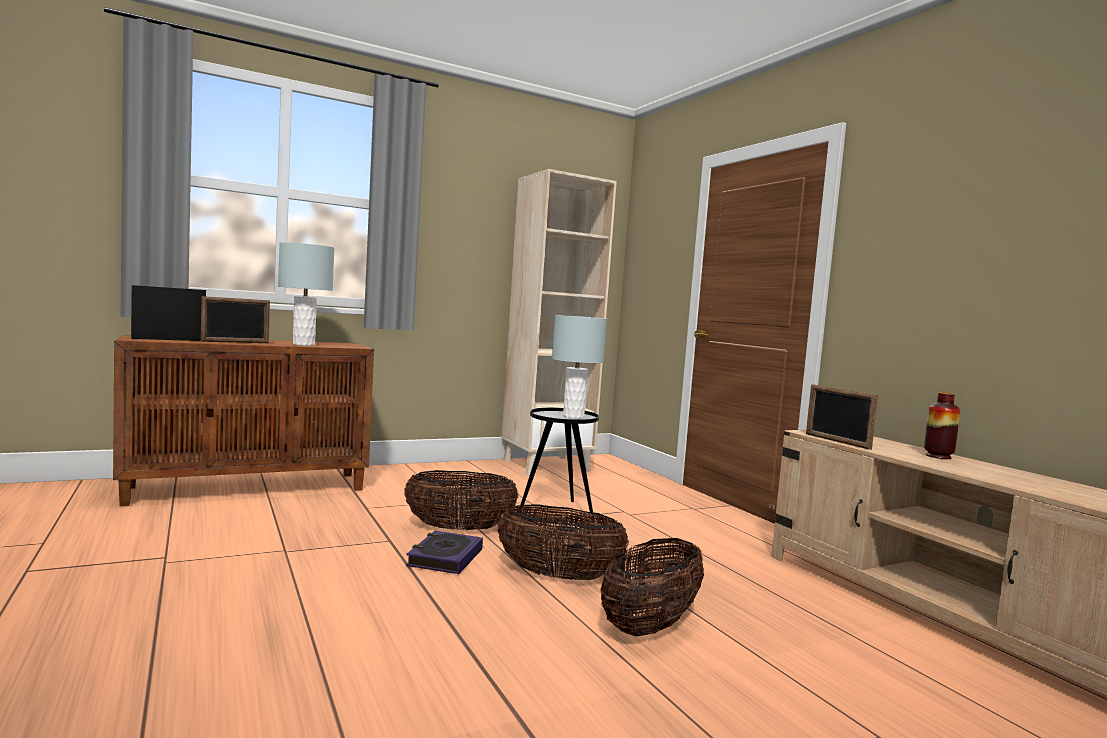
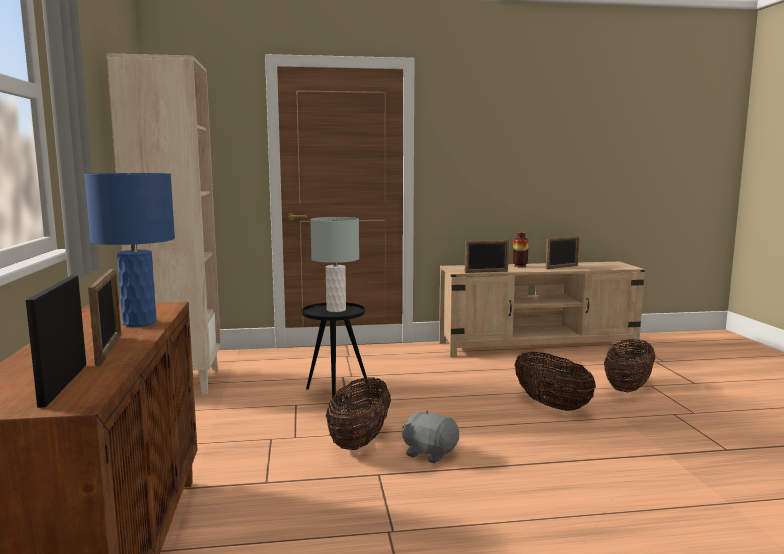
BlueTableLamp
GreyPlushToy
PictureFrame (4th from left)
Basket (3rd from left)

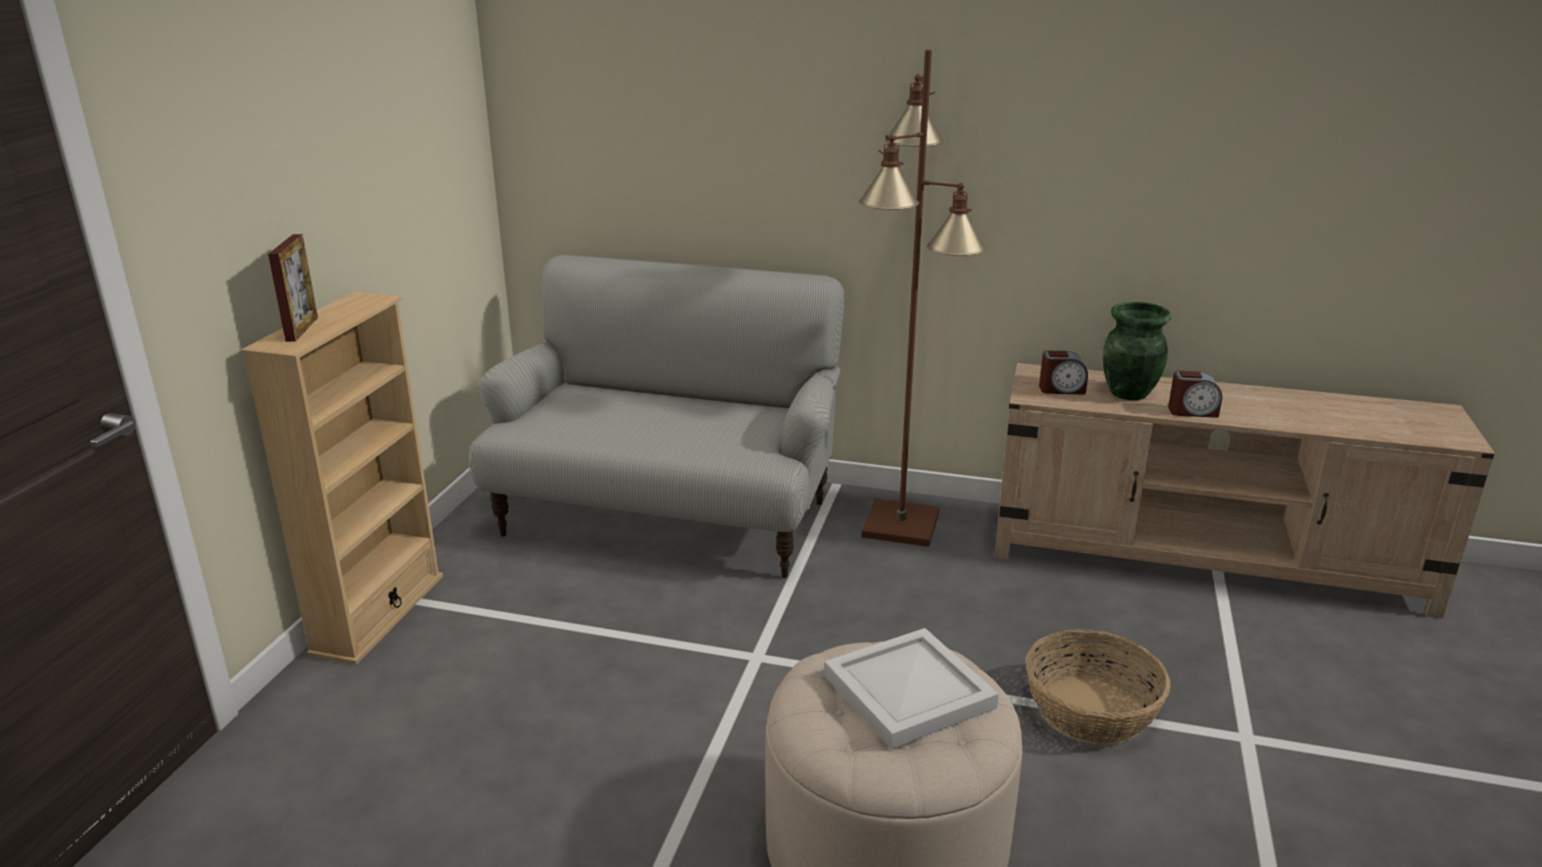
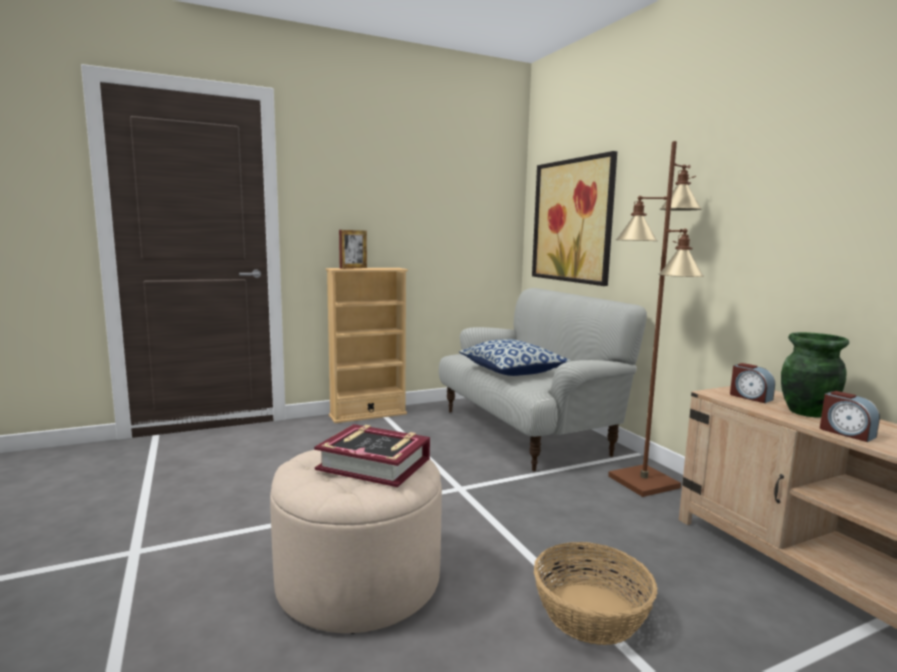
Book
Pillow
Picture

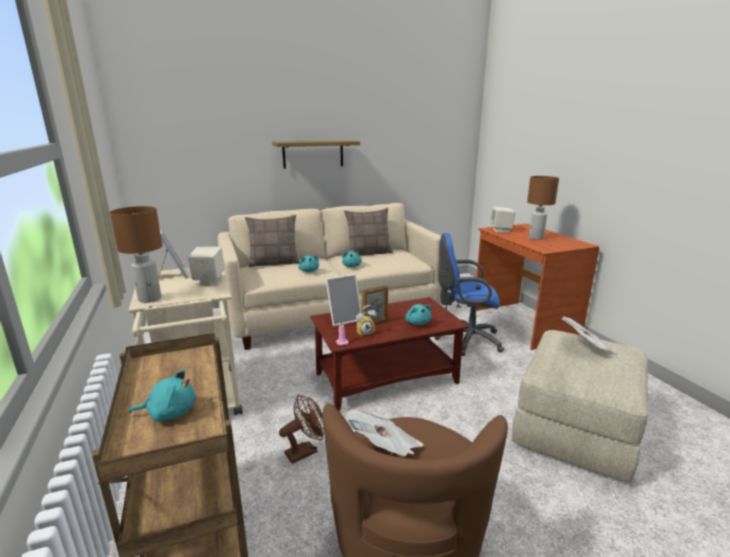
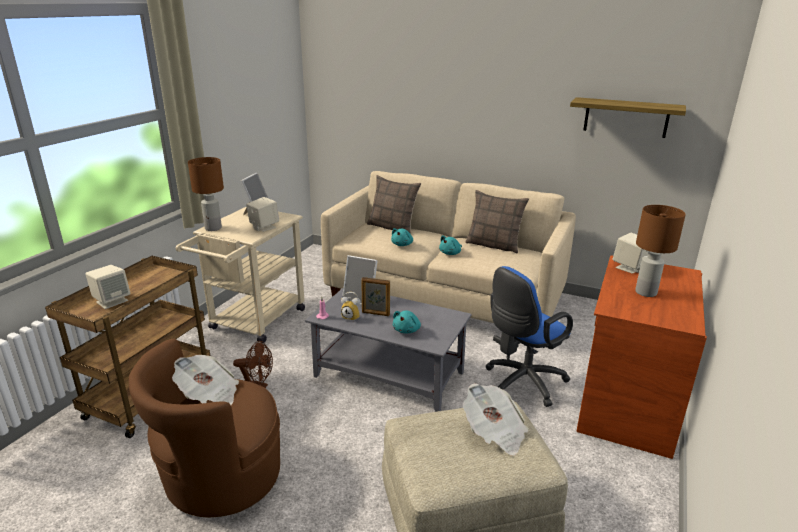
BeigeSpeaker (1st from left)
GreyCoffeeTable
BlueOfficeChair
Shelf

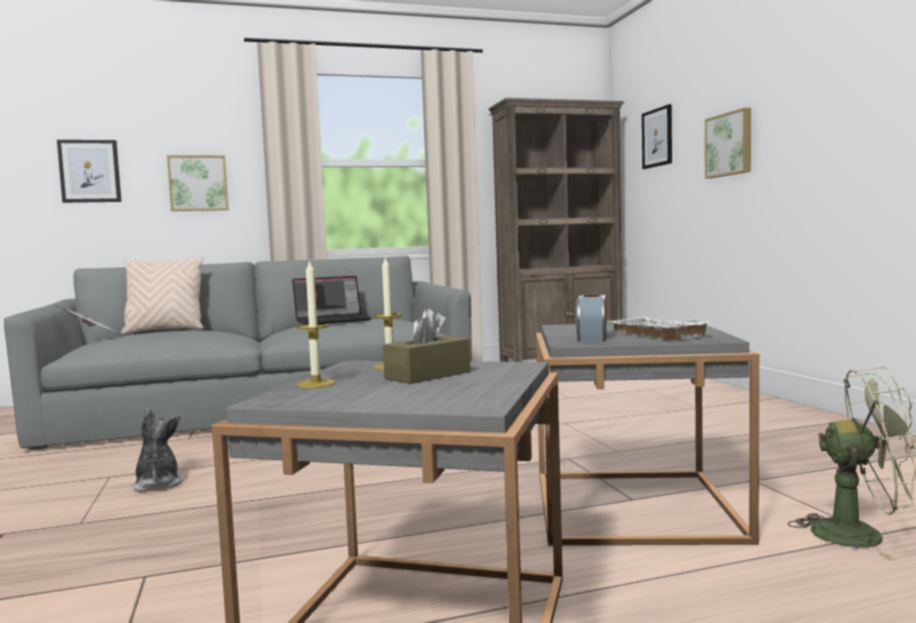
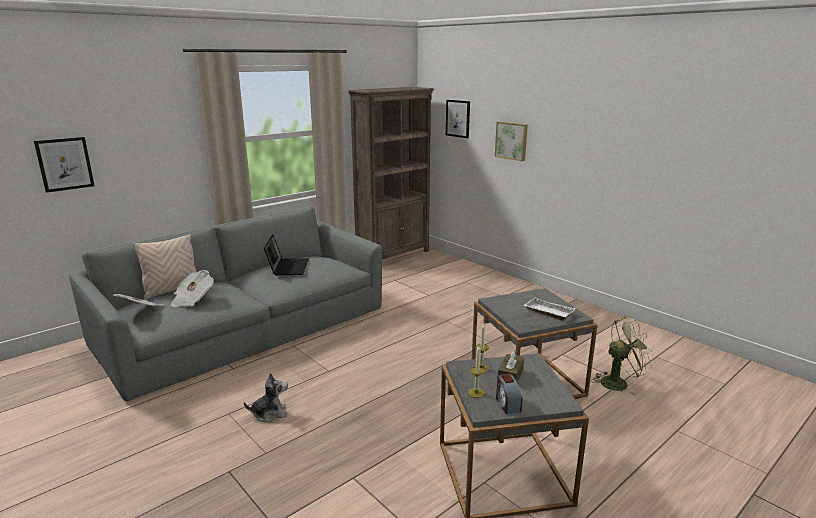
Newspaper (2nd from left)
PlushToy
Laptop
AlarmClock
Picture (2nd from left in the first image)

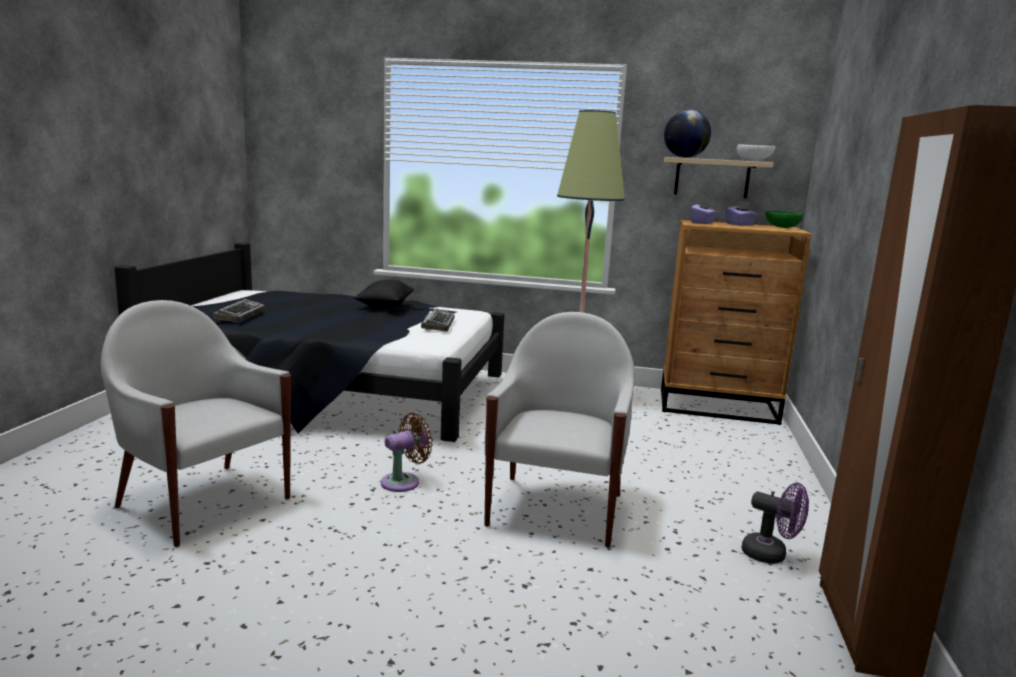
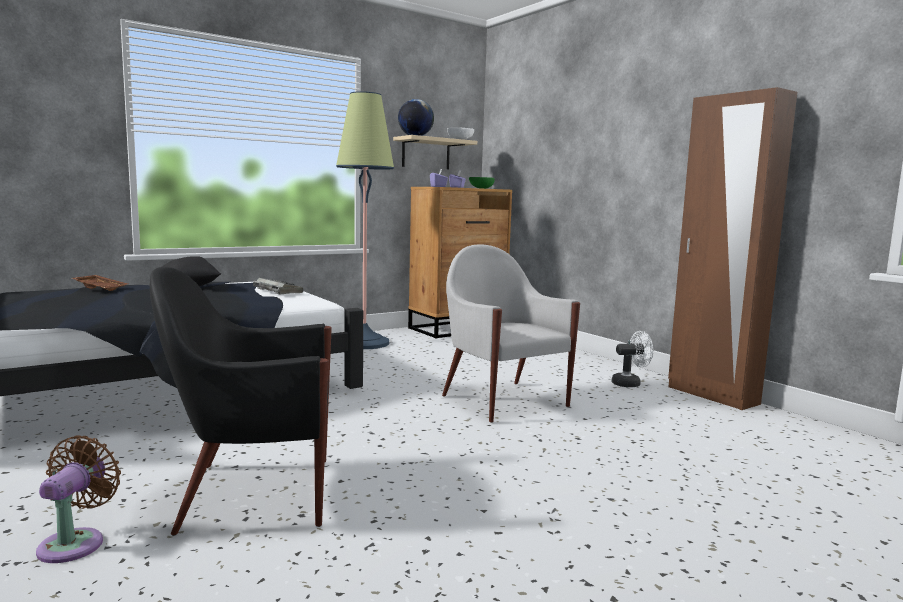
BrownFan
BrownTray
BlackArmchair
WhiteFan
Keyboard (1st from left in the first image)

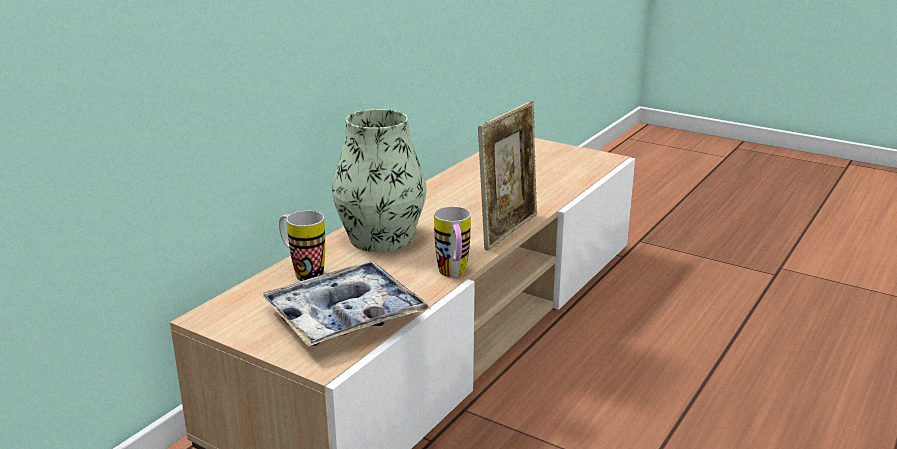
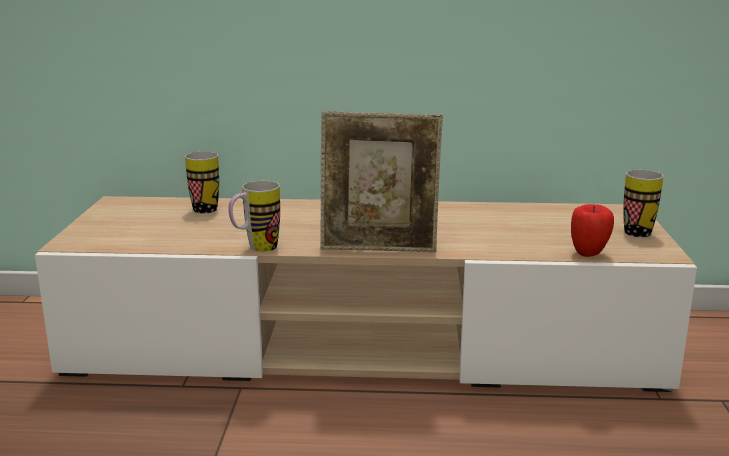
Apple
Mug (3rd from left)
Tray
Vase

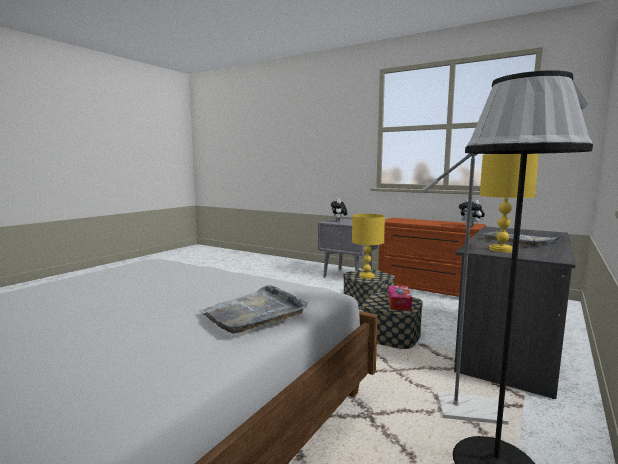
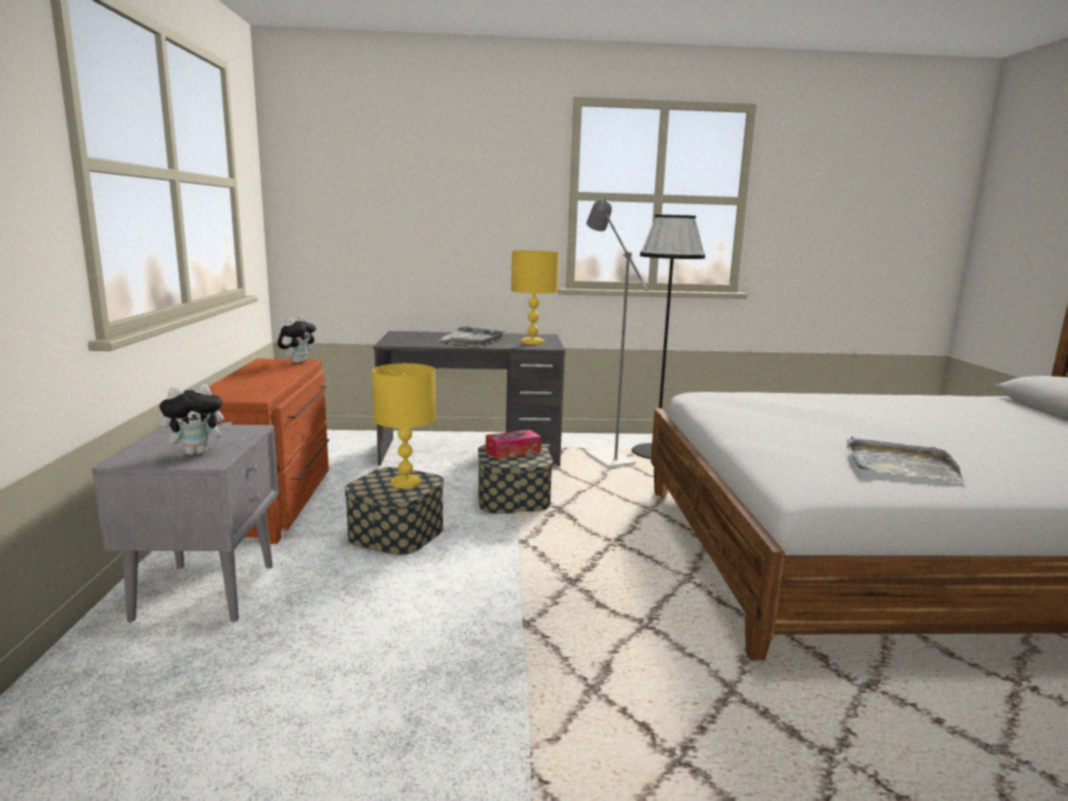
GreyTray (2nd from left)

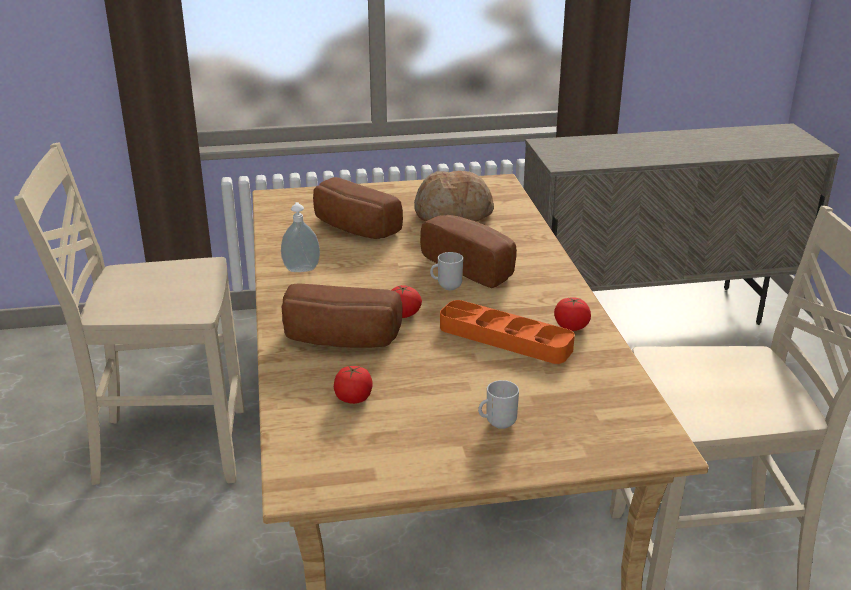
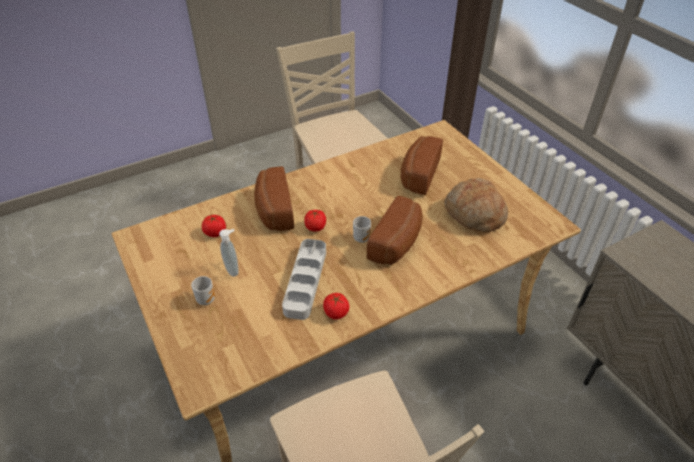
SoapDispenser
GreyTray

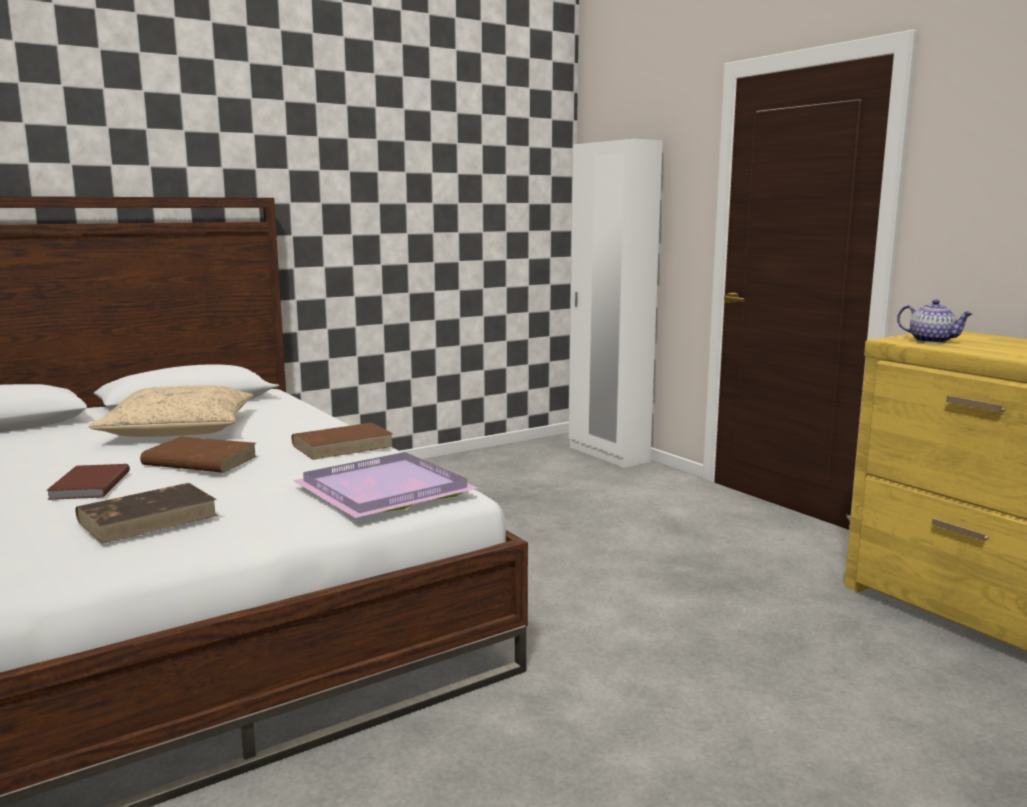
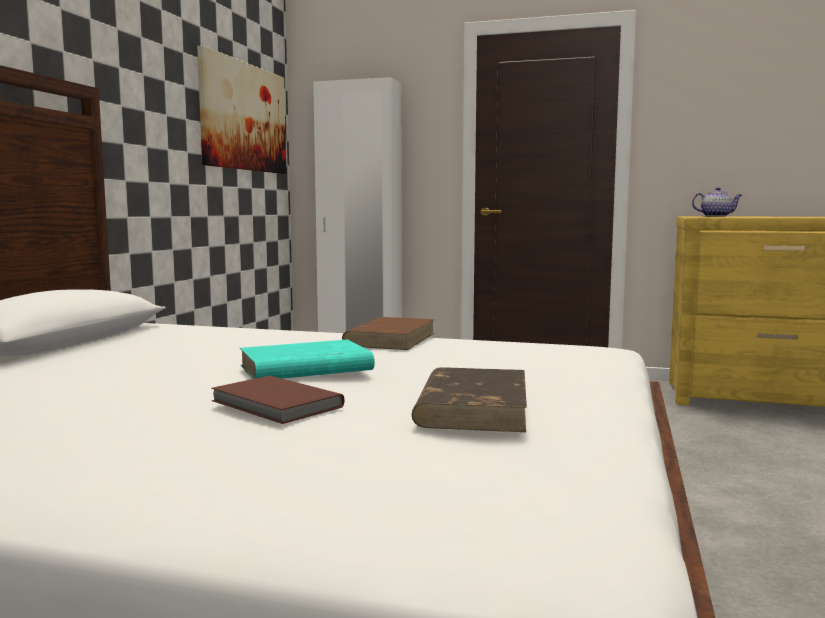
Picture
TurquoiseBook
BeigePillow
PurpleTray

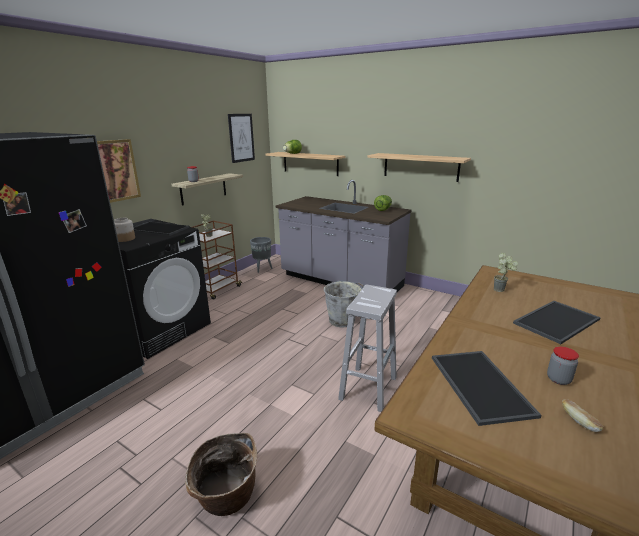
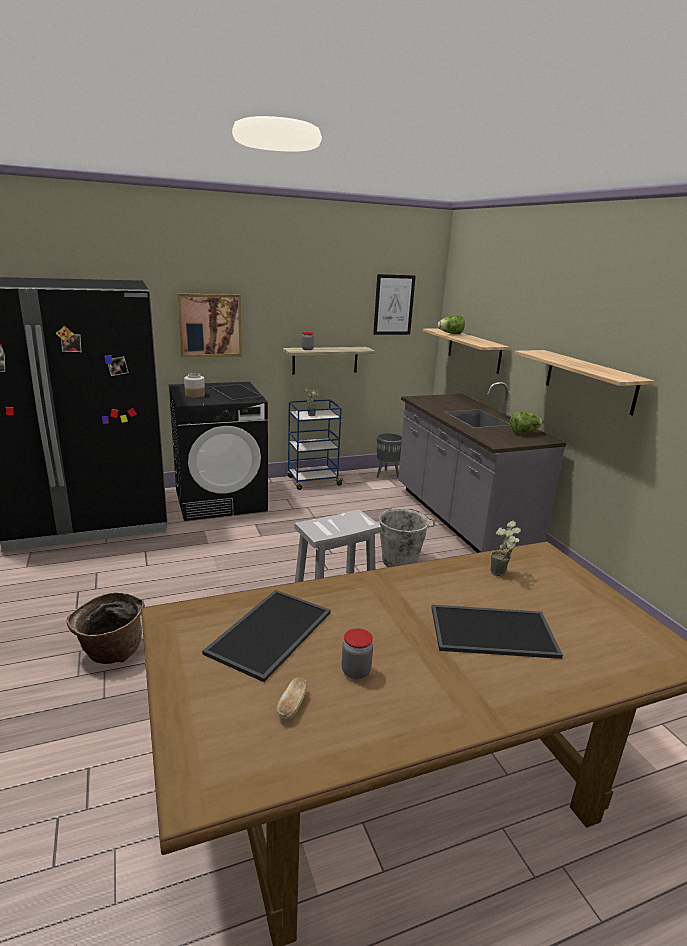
BlueCart

